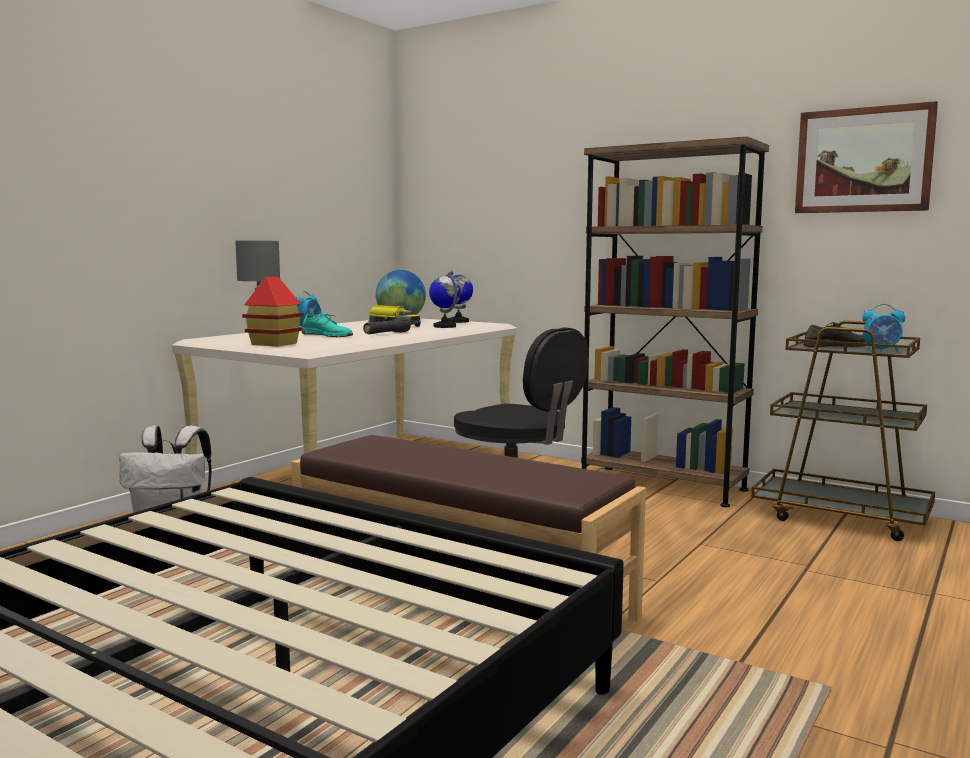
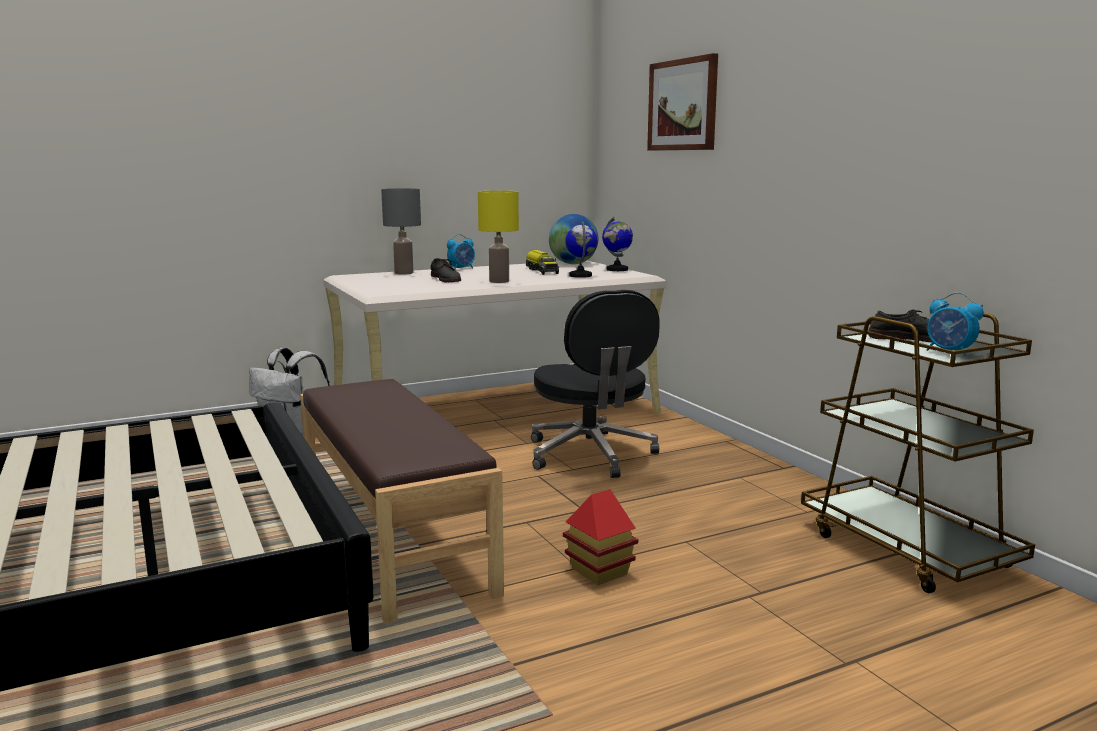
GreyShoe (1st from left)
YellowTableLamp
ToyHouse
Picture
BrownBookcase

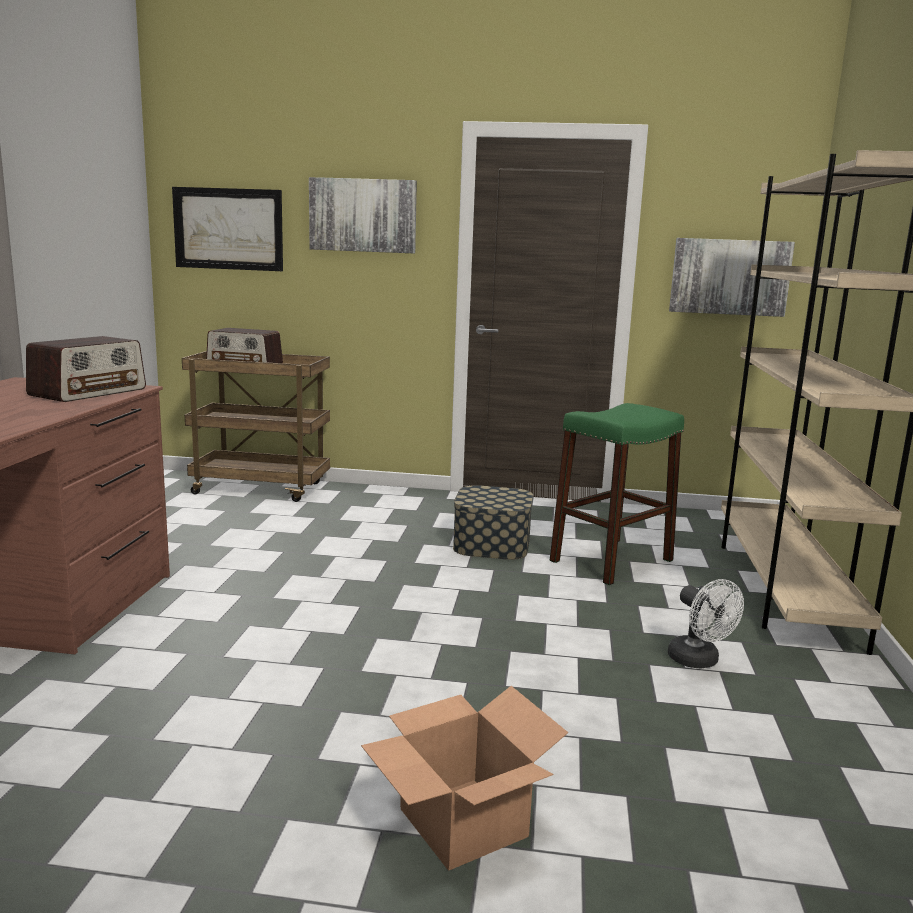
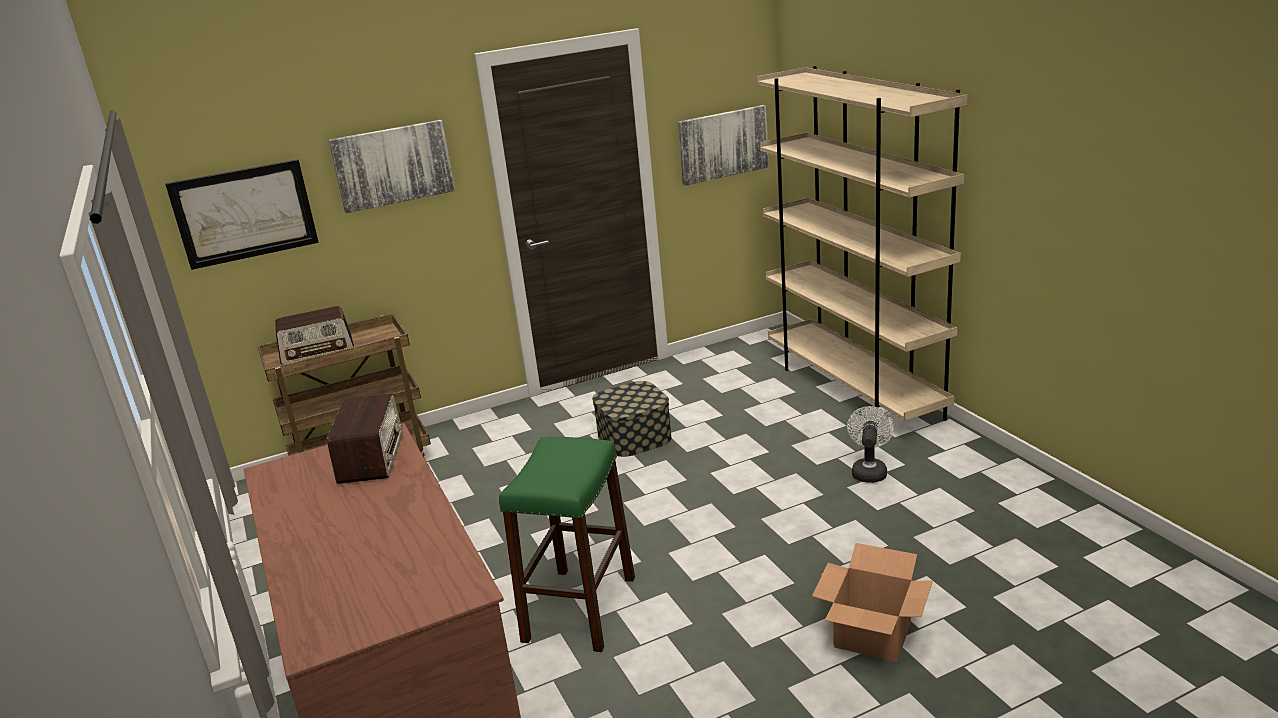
GreenStool
WhiteFan

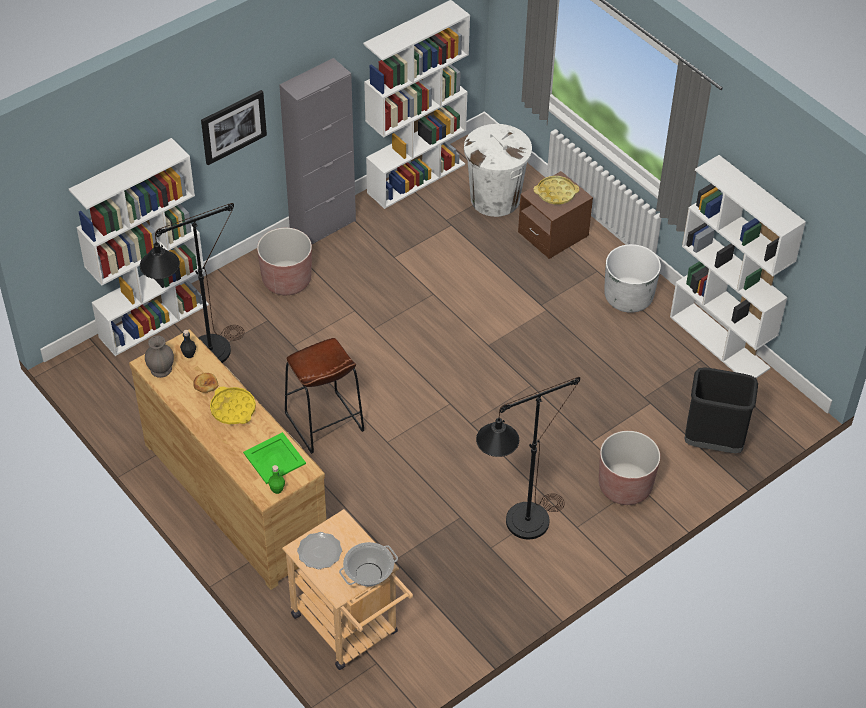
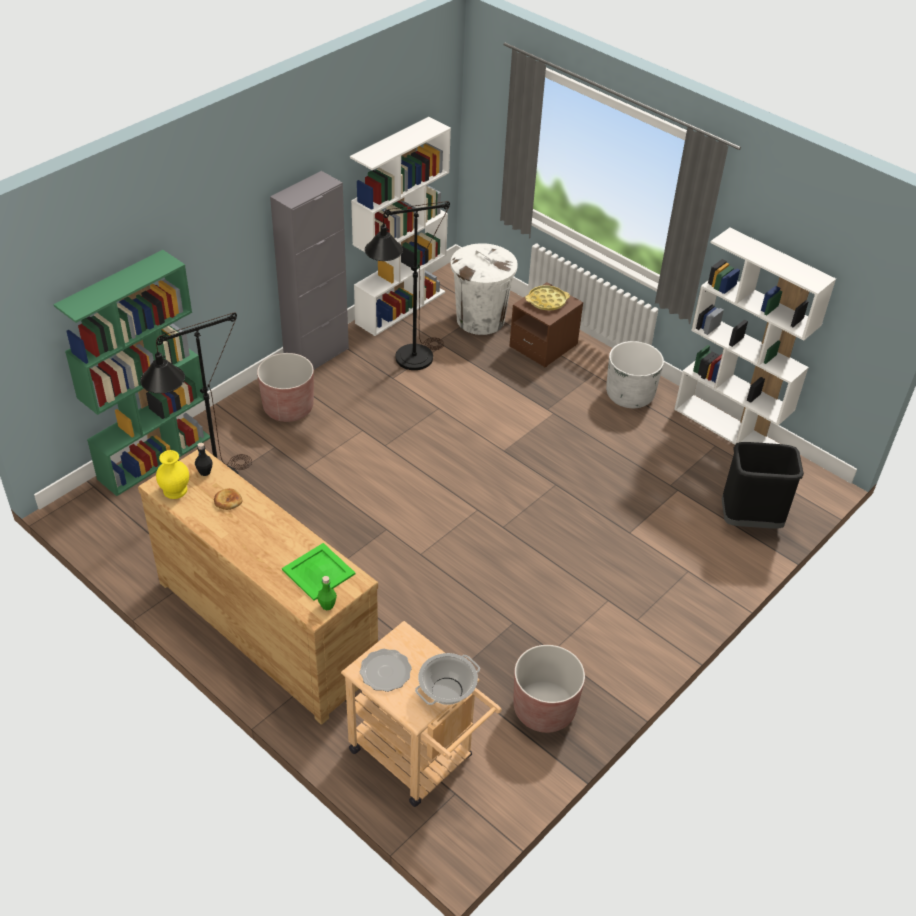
GreenBookcase
YellowVase
BlackFloorLamp (2nd from left)
BrownPlanter (2nd from left)
Picture
YellowTray (1st from left in the first image)
BrownStool

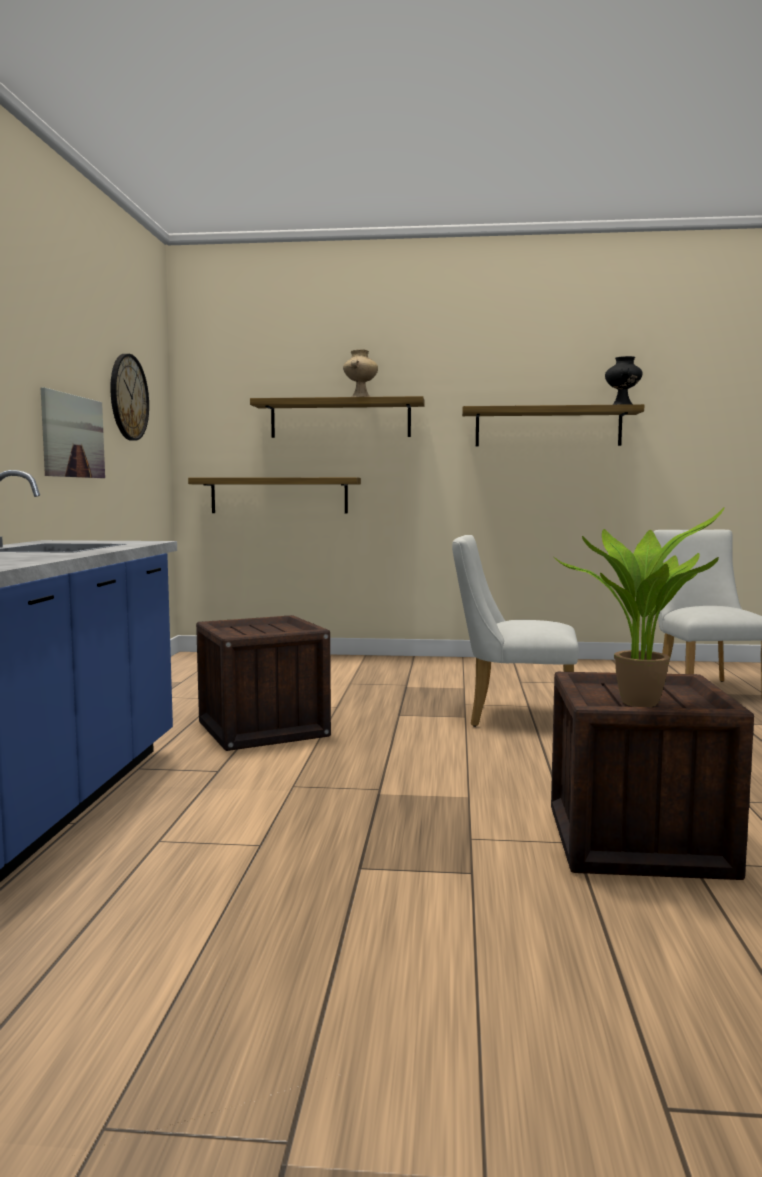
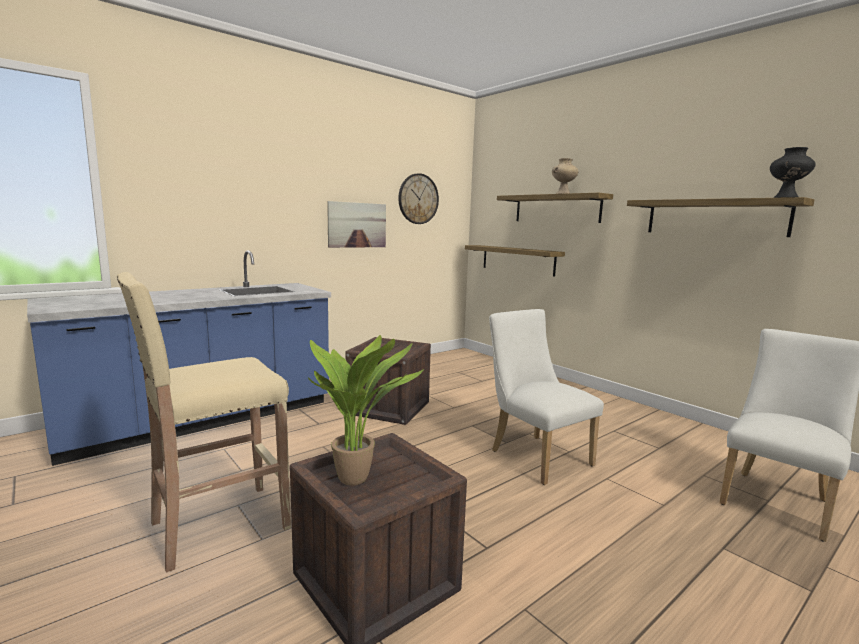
BeigeStool

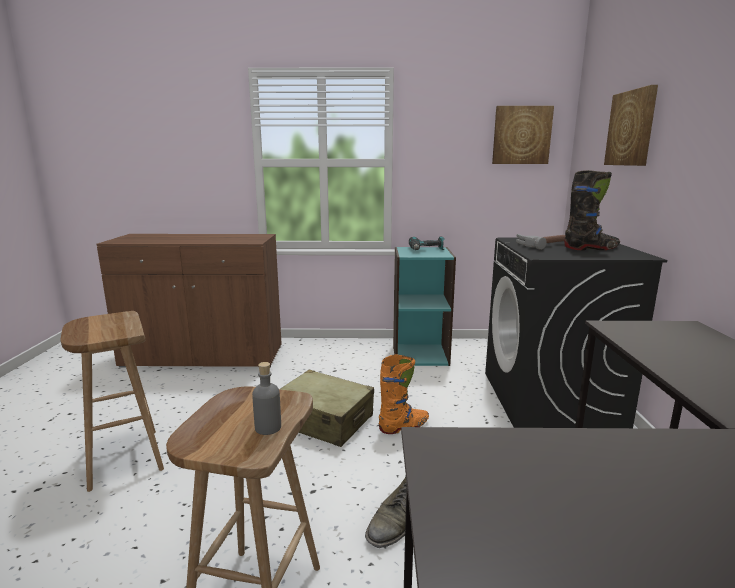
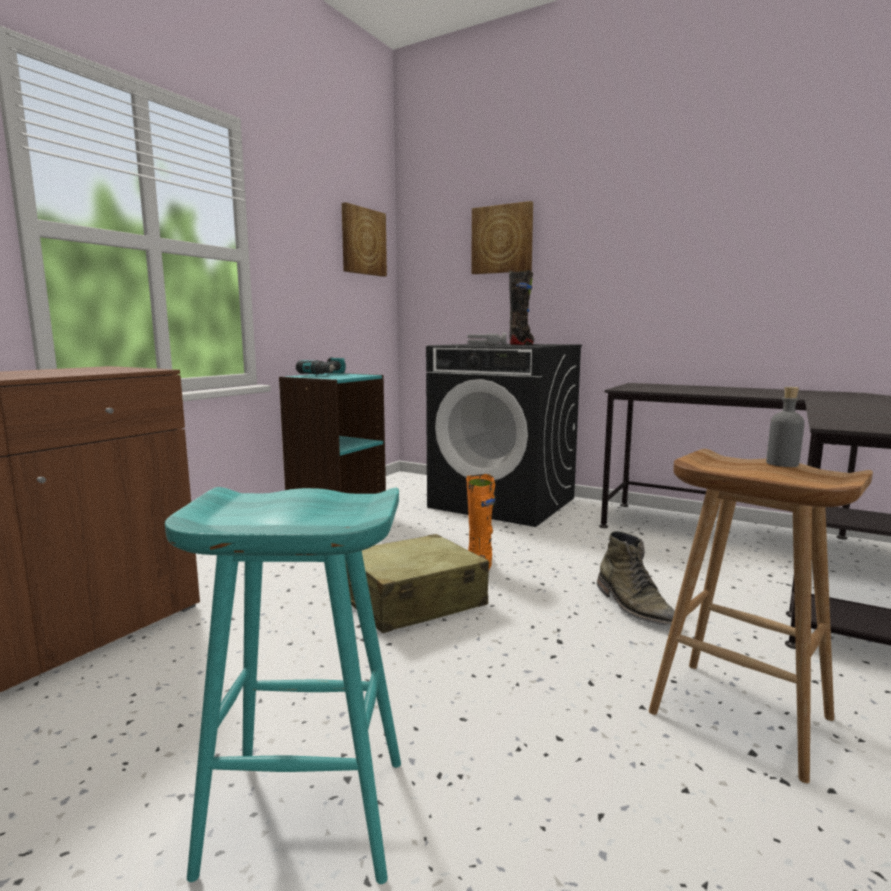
TurquoiseStool

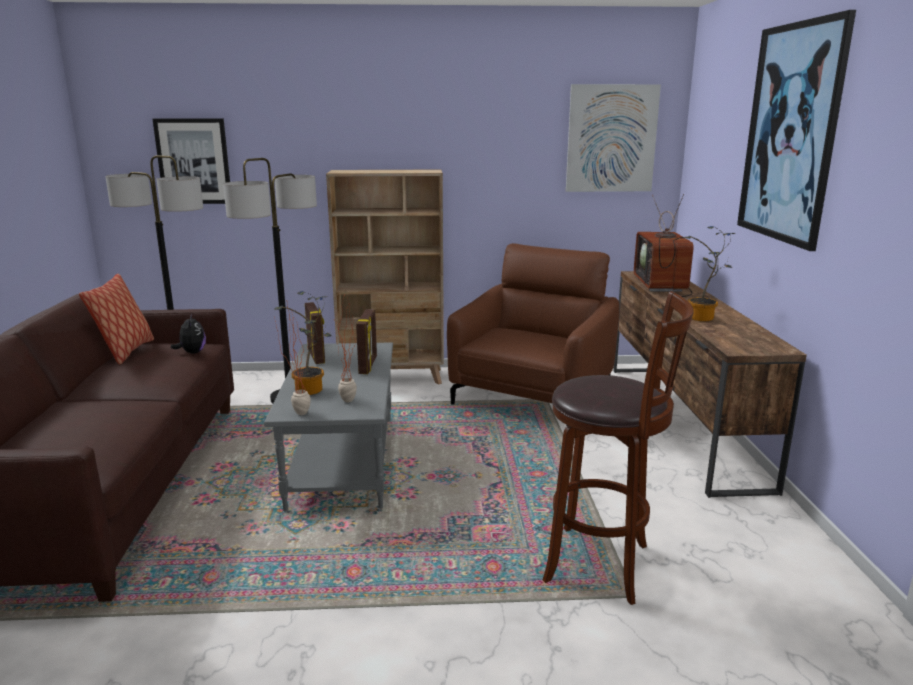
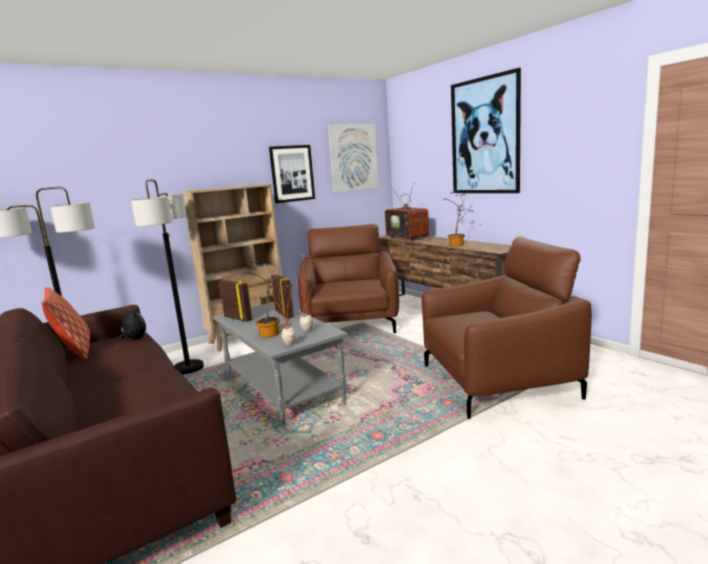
Picture (1st from left)
BrownArmchair (2nd from left)

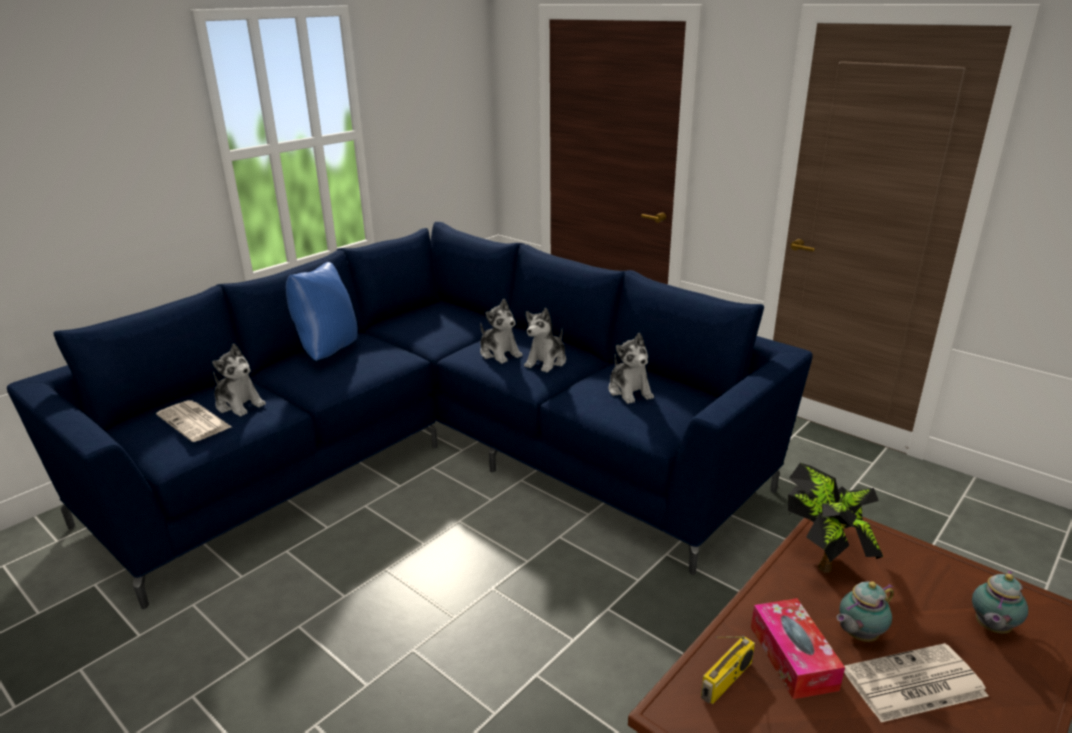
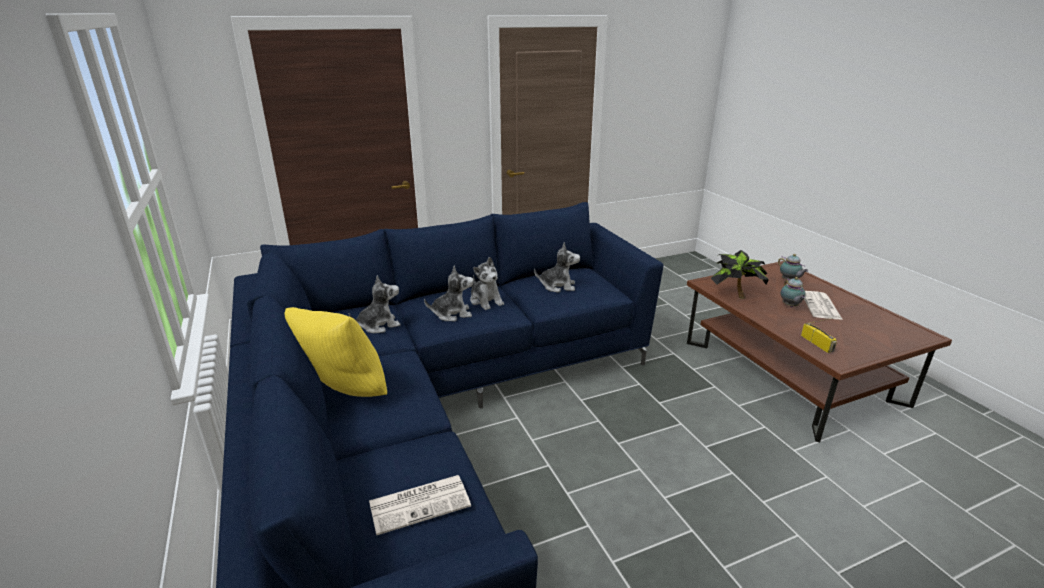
YellowPillow
PlushToy (1st from left)
TissueBox

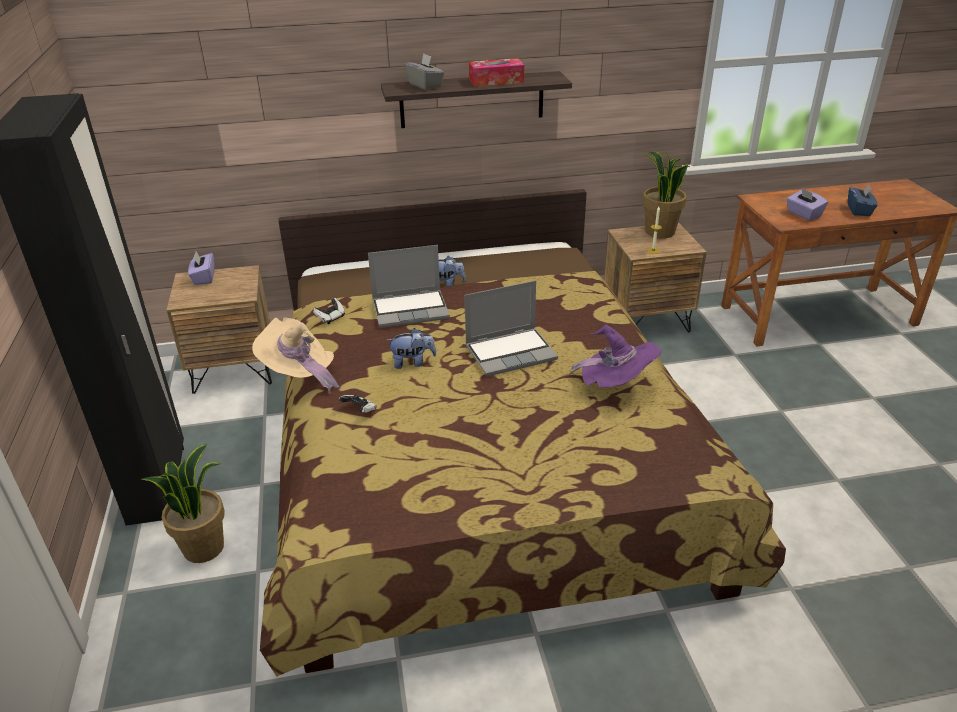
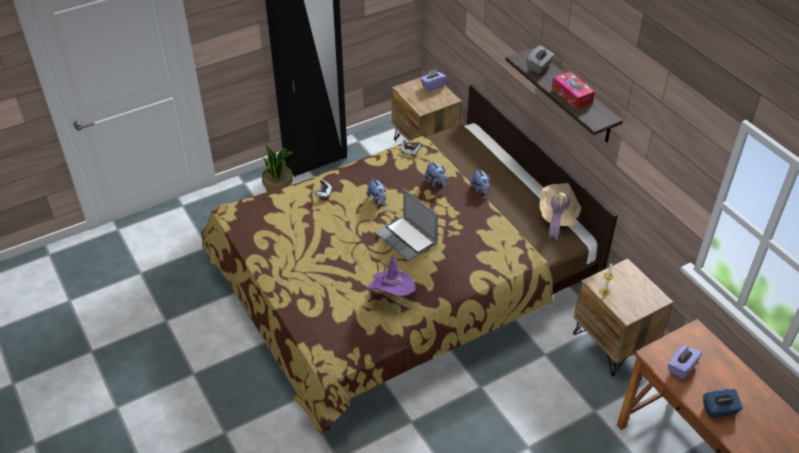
PlushToy (2nd from left)
BeigeHat
PottedPlant (2nd from left in the first image)

